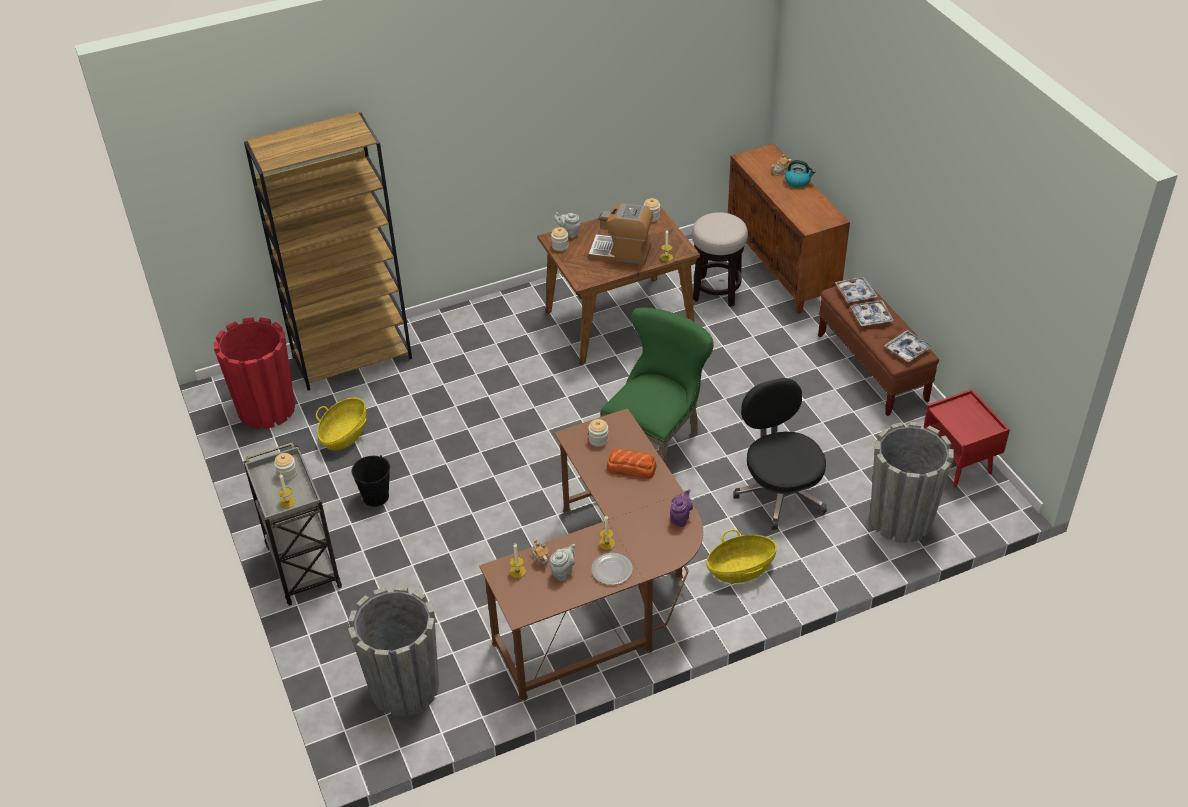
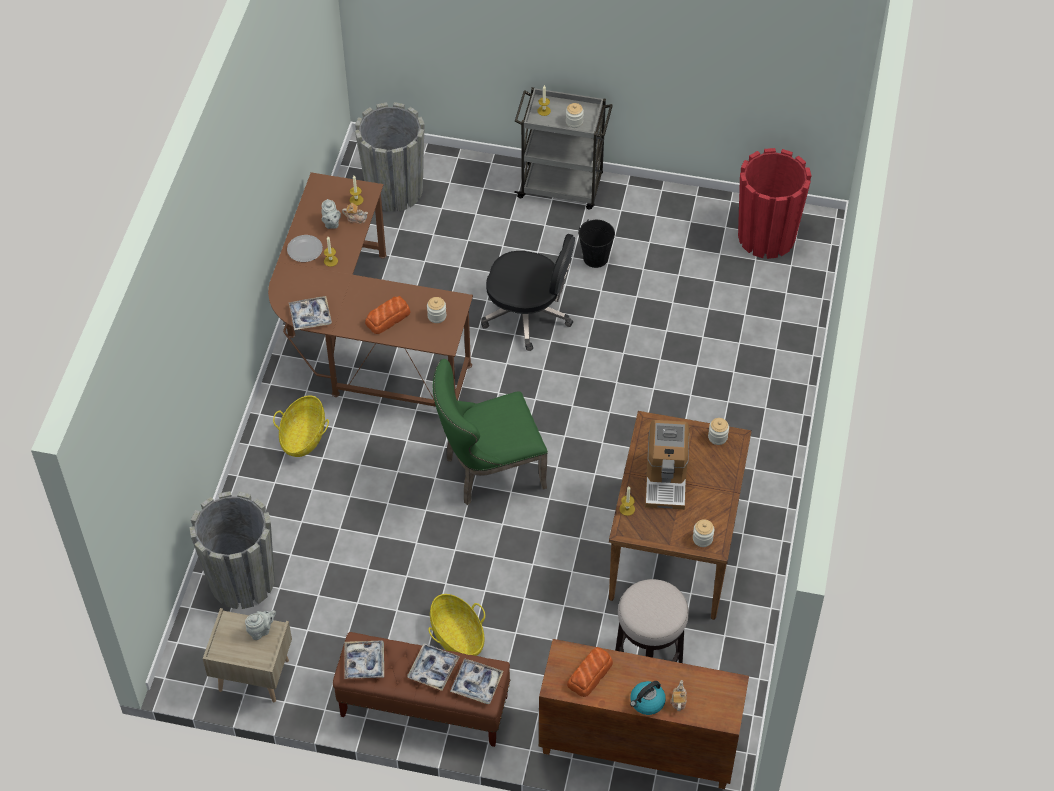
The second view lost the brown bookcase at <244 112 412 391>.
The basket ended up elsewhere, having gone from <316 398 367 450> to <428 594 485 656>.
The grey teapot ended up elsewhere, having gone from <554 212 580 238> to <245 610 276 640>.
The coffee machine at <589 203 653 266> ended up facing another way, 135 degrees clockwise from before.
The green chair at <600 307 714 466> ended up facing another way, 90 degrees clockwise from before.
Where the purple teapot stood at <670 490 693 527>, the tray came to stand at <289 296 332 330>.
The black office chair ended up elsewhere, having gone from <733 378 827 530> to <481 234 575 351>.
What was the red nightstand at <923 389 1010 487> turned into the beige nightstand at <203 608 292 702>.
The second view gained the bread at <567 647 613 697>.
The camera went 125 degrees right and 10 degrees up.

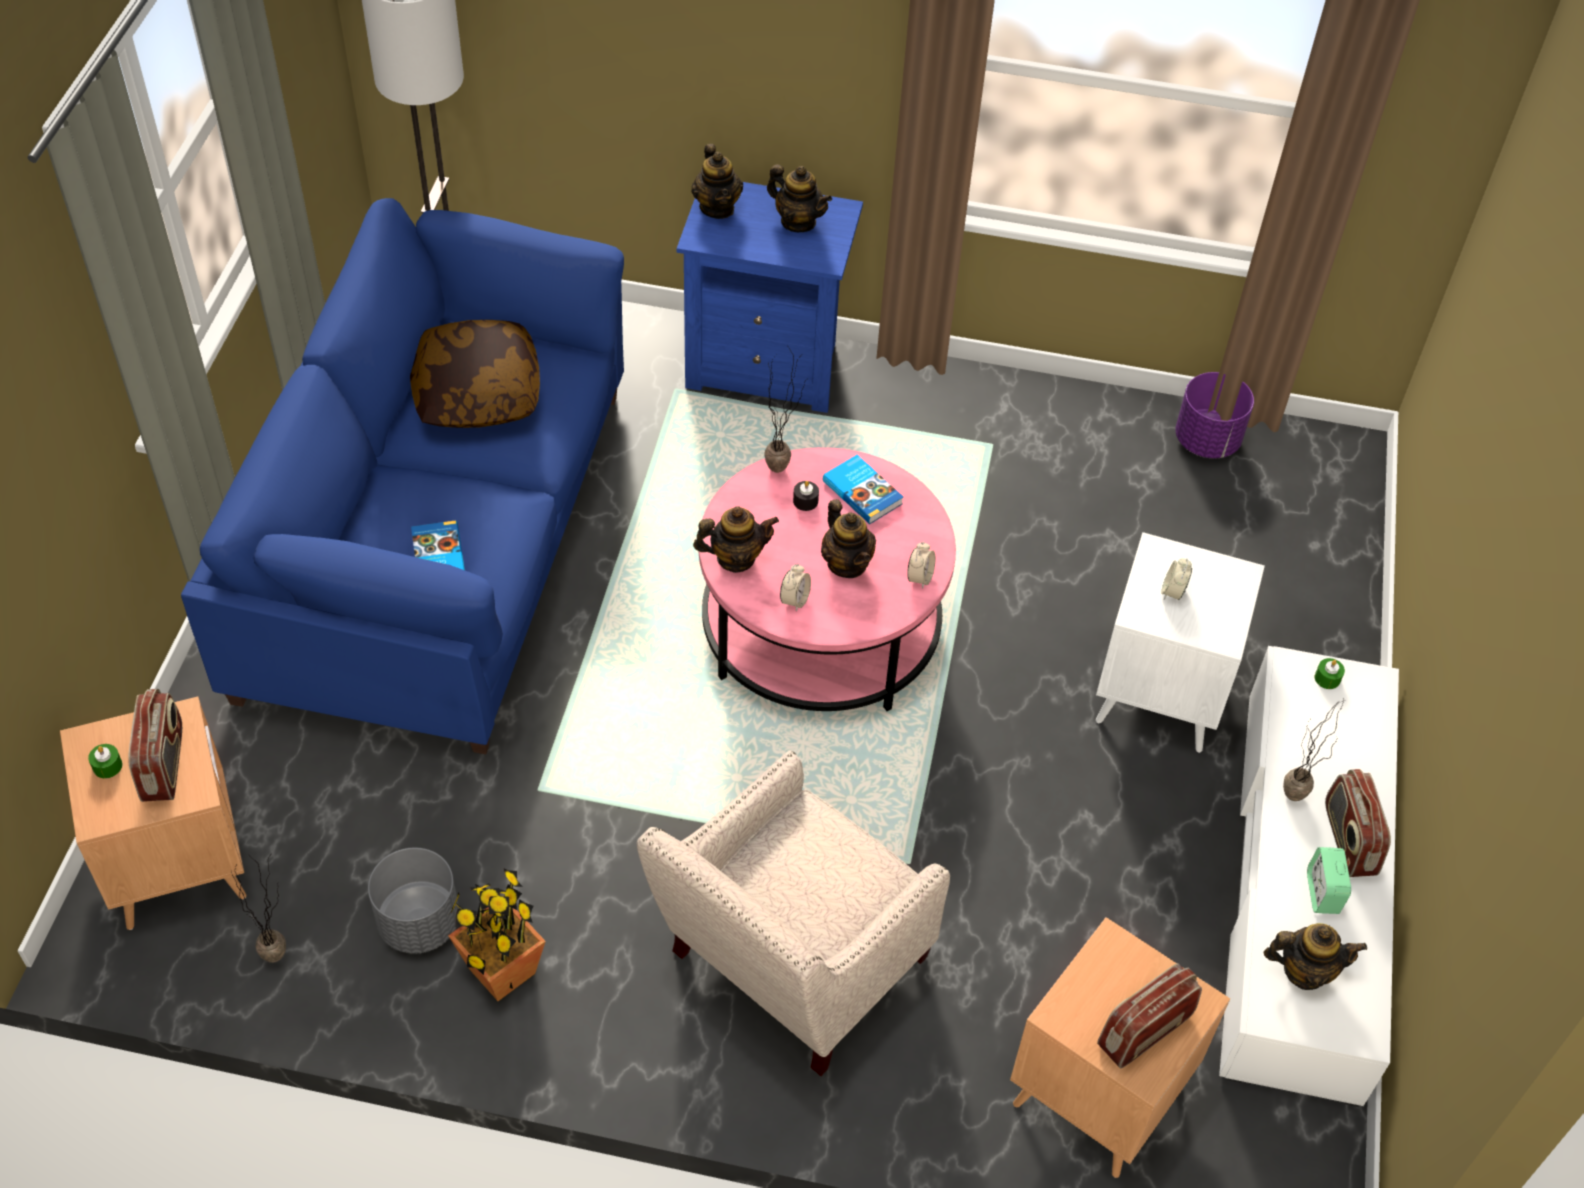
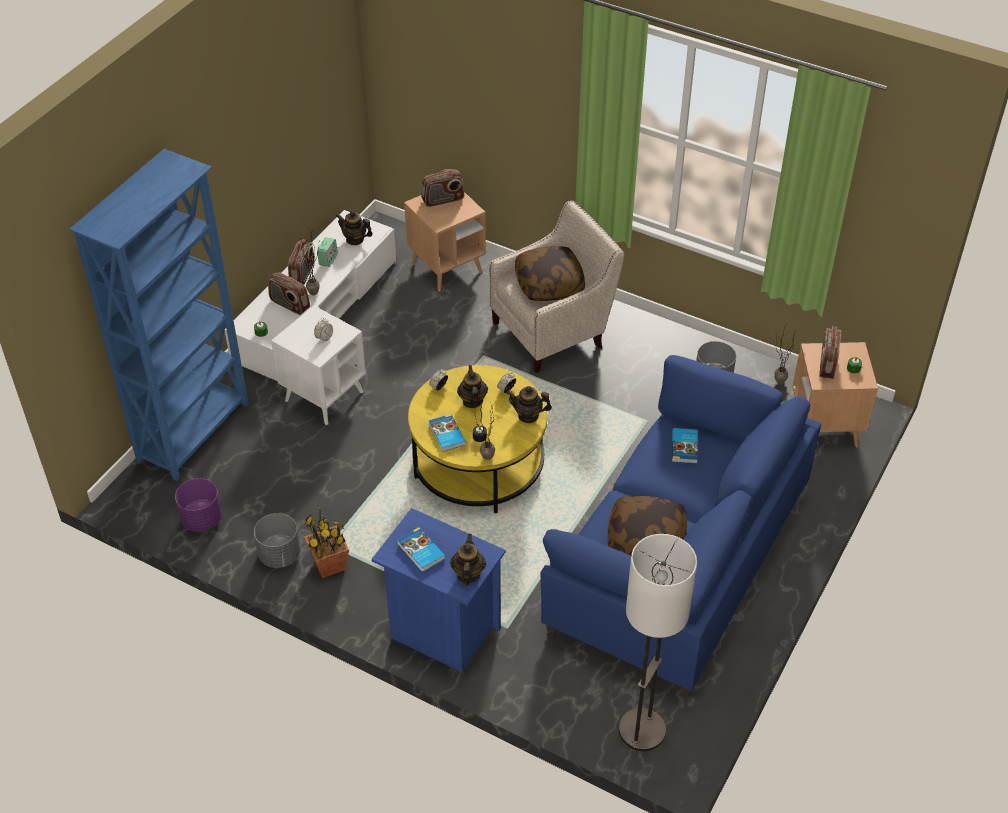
The potted plant ended up elsewhere, having gone from <448 868 546 1001> to <304 506 349 578>.
What was the pink coffee table at <699 447 956 711> turned into the yellow coffee table at <408 365 547 513>.
Where the teapot stood at <767 164 832 232>, the book came to stand at <397 527 445 572>.
The second view gained the blue bookcase at <69 149 249 481>.
The second view gained the grey planter at <254 513 300 568>.
The second view gained the radio at <268 272 310 315>.
The second view gained the pillow at <515 246 585 301>.
The camera went 160 degrees left and 5 degrees down.

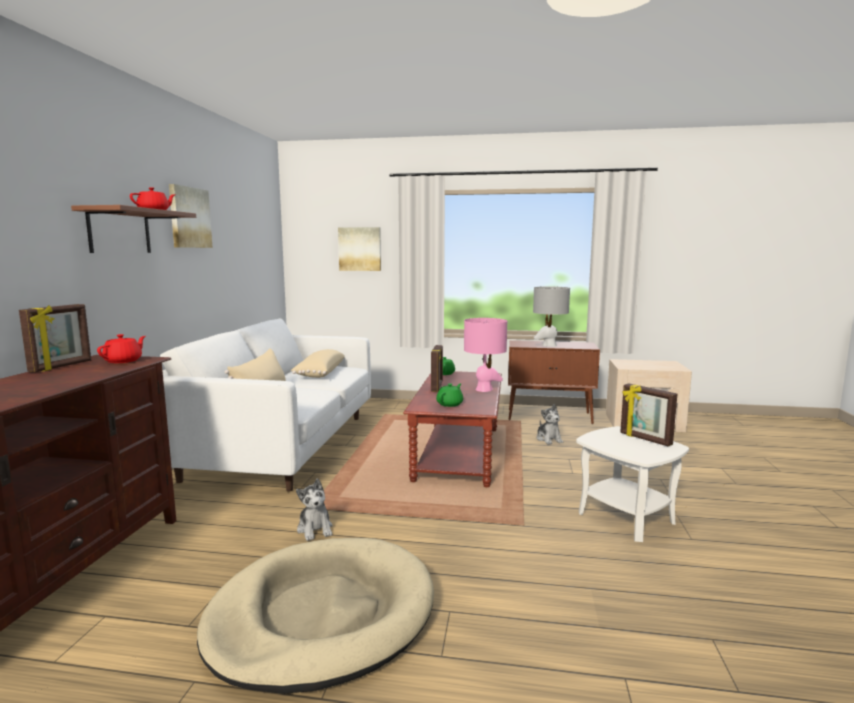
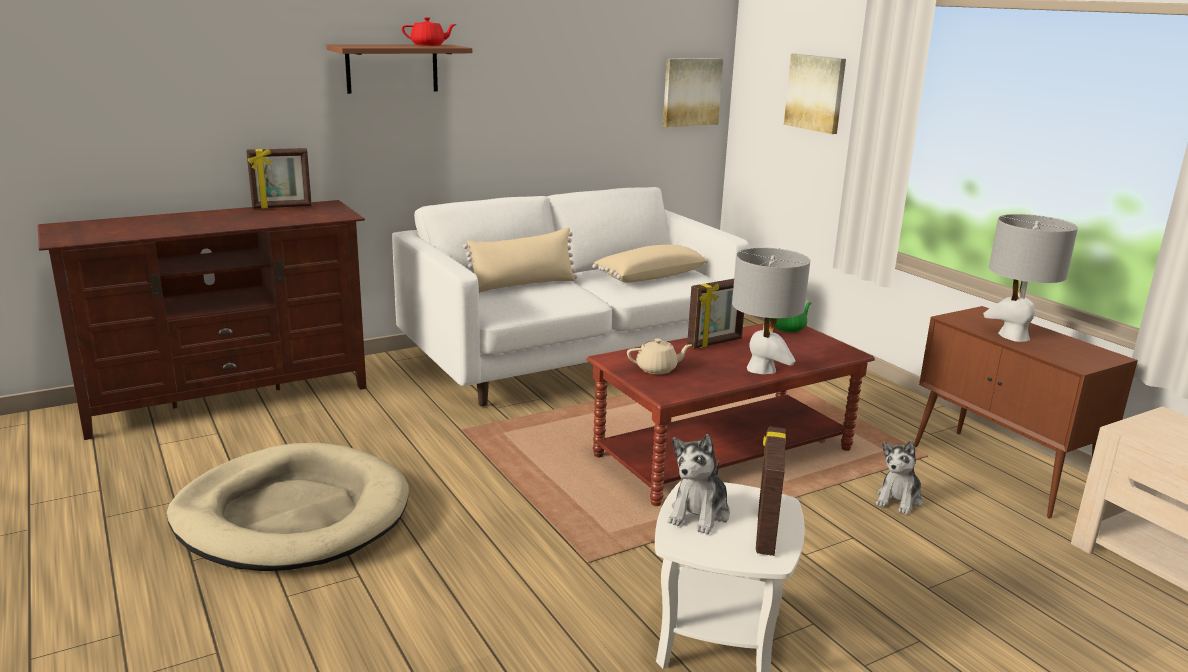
The second view lost the red teapot at <97 334 146 363>.
The picture ended up elsewhere, having gone from <169 184 213 248> to <663 58 723 127>.
The plush toy ended up elsewhere, having gone from <296 478 333 541> to <668 434 730 535>.
What was the green teapot at <436 383 463 407> turned into the beige teapot at <627 338 692 374>.
What was the pink table lamp at <464 318 507 392> turned into the grey table lamp at <732 248 810 374>.
The camera went 50 degrees right and 10 degrees up.

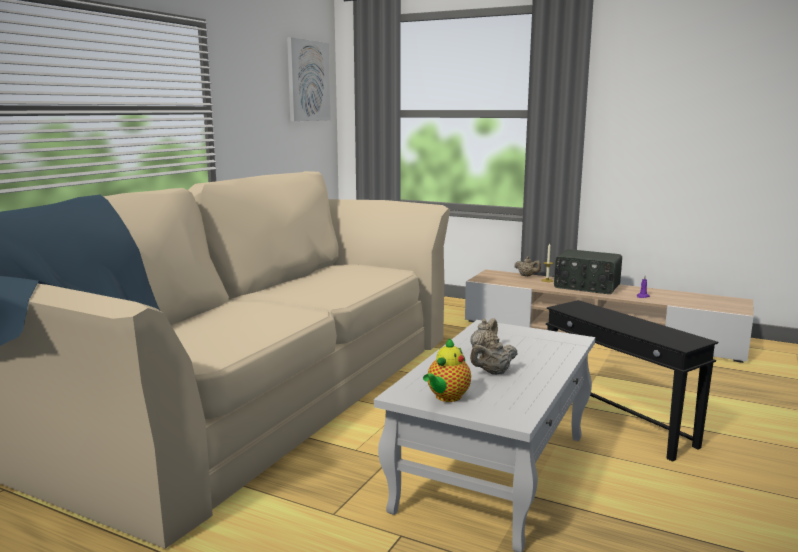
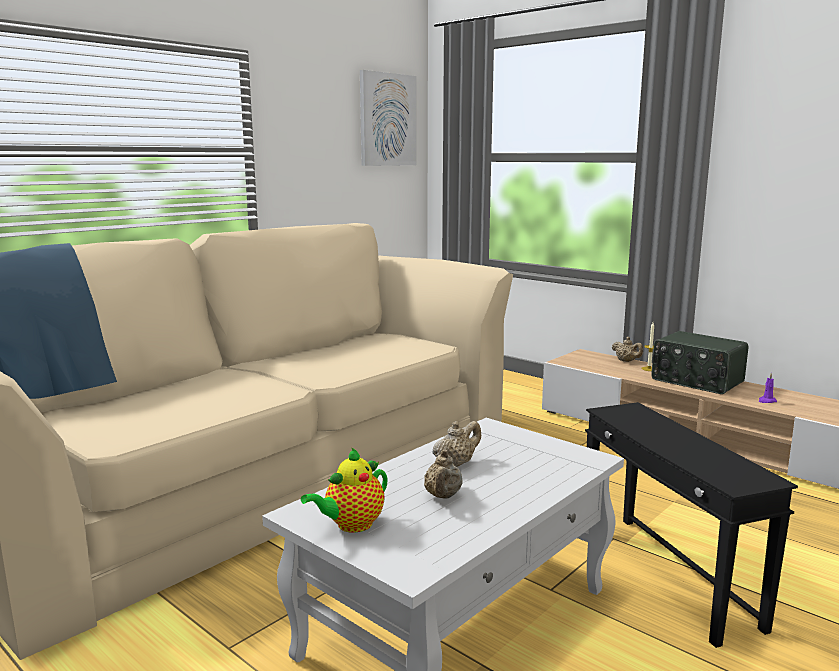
The beige teapot at <470 338 517 375> ended up facing another way, 75 degrees counterclockwise from before.
The camera went 15 degrees right and 0 degrees up.

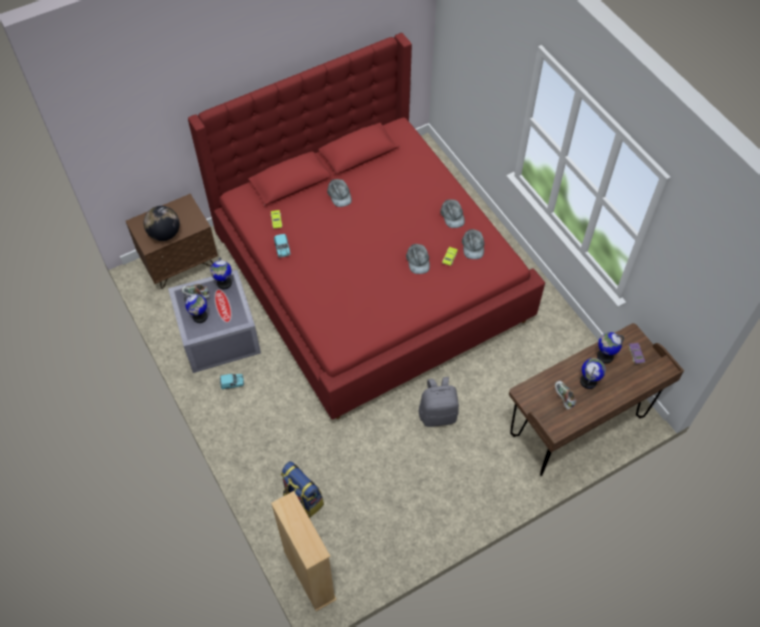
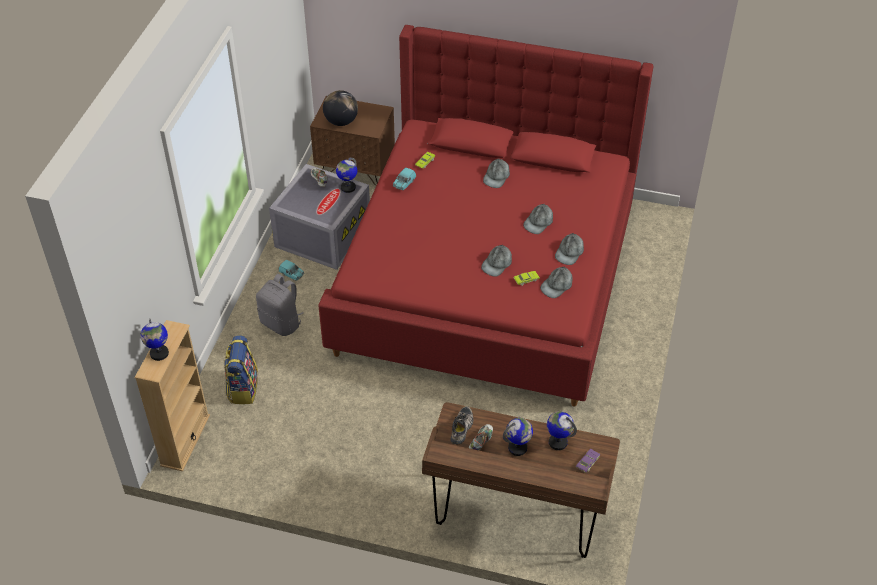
The globe ended up elsewhere, having gone from <184 294 208 323> to <141 319 169 361>.
The grey backpack ended up elsewhere, having gone from <419 377 459 427> to <256 274 304 336>.
The second view gained the shoe at <451 406 473 444>.
The second view gained the grey cap at <523 204 553 234>.
The camera went 45 degrees right and 10 degrees down.

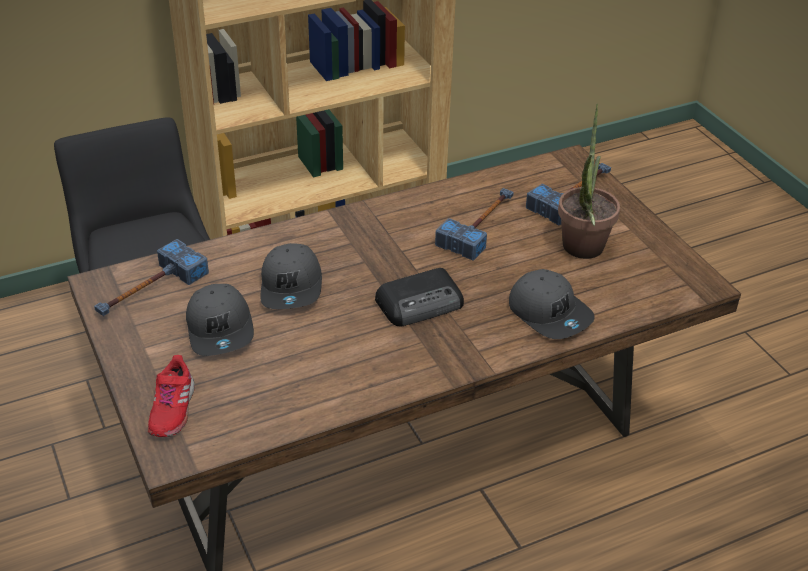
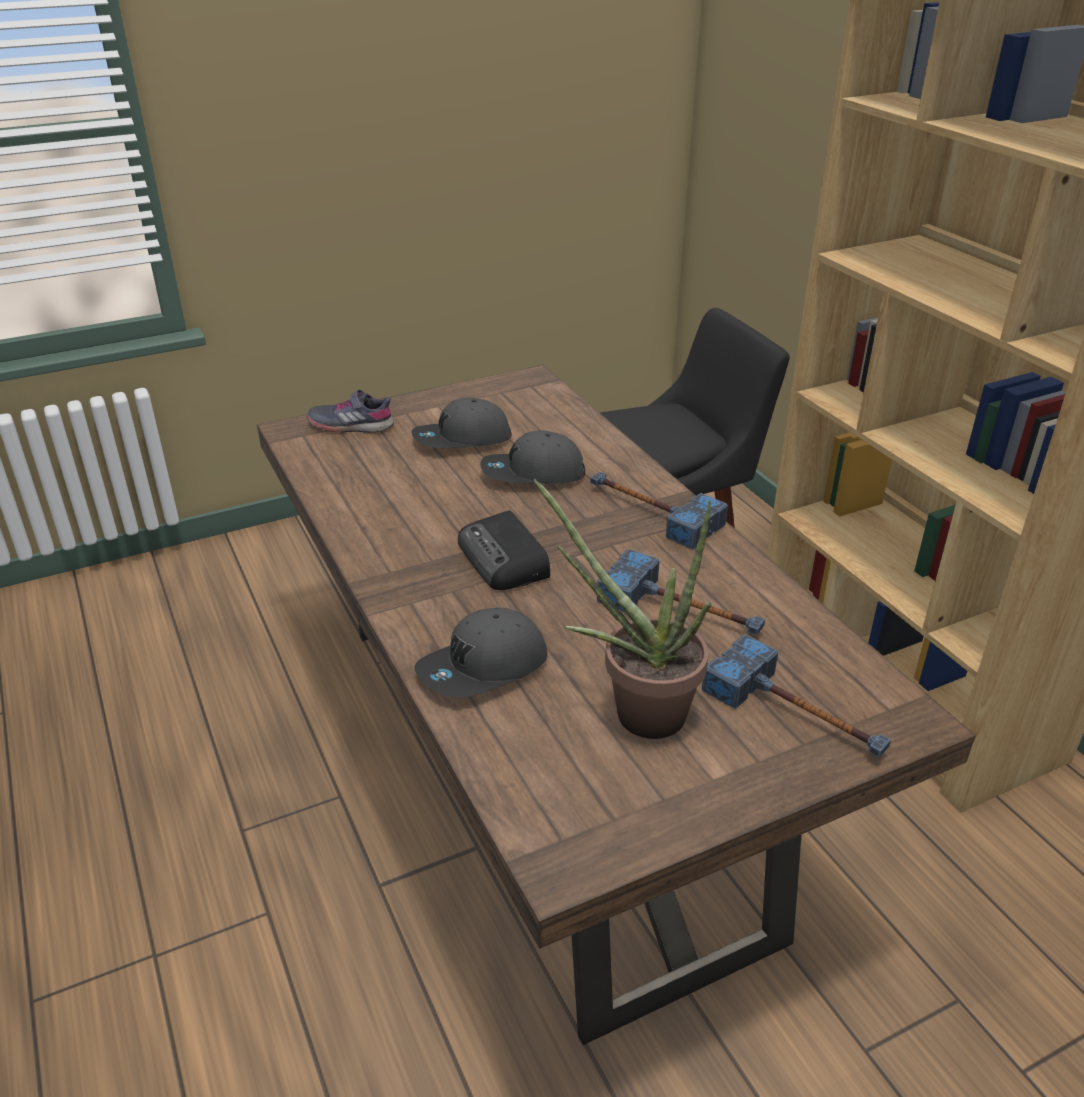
The hammer ended up elsewhere, having gone from <94 239 209 316> to <590 472 728 550>.
What was the red shoe at <148 355 195 437> turned into the grey shoe at <307 390 394 433>.
The camera went 90 degrees right and 5 degrees down.

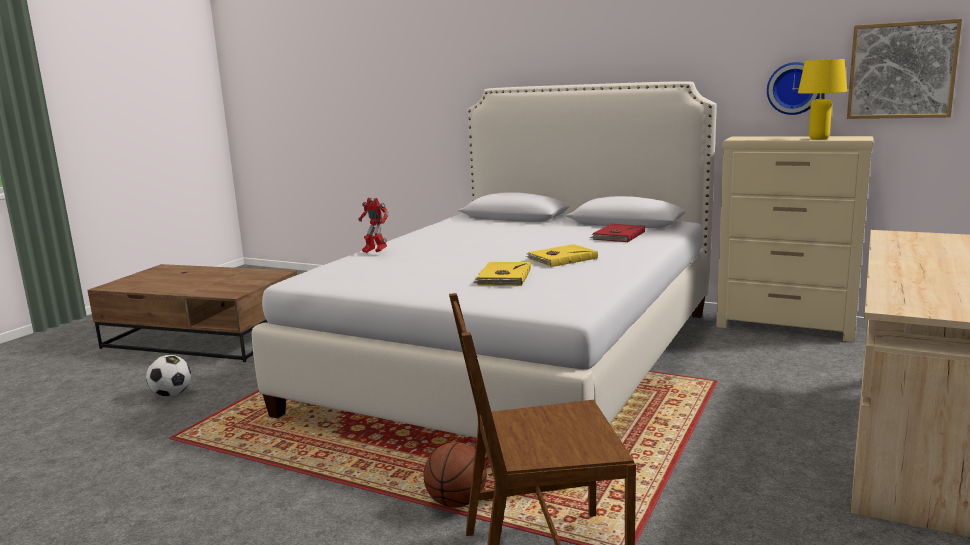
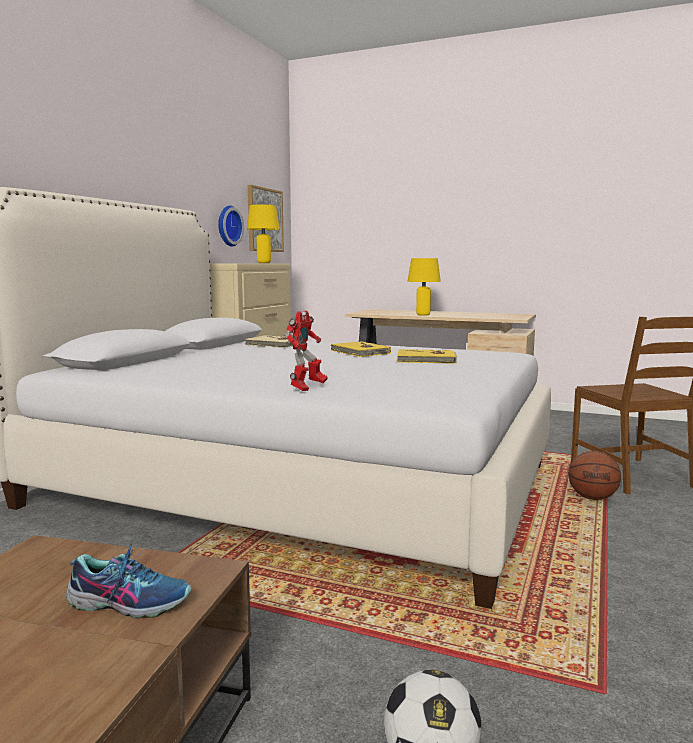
What was the red book at <590 224 645 242> turned into the beige book at <245 335 293 348>.
The second view gained the shoe at <66 541 192 618>.
The second view gained the yellow table lamp at <407 258 441 316>.
The camera went 95 degrees left and 5 degrees down.

